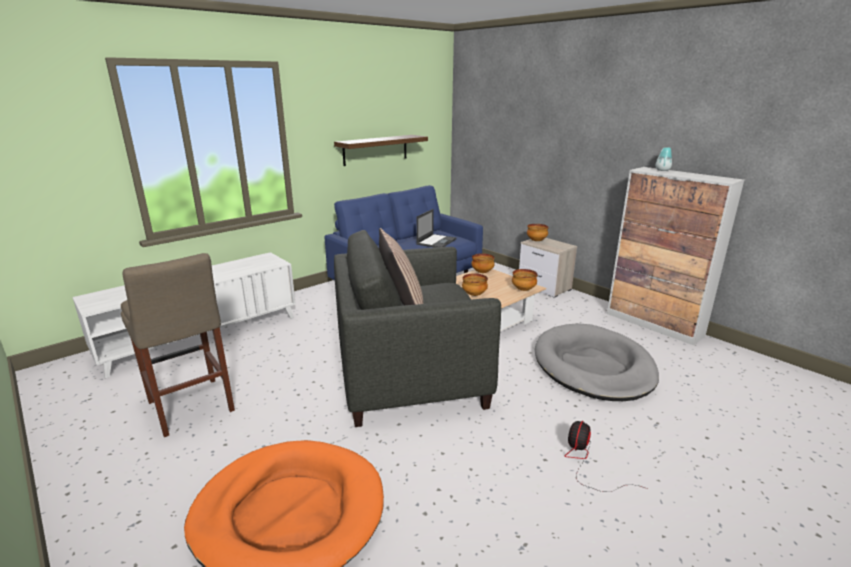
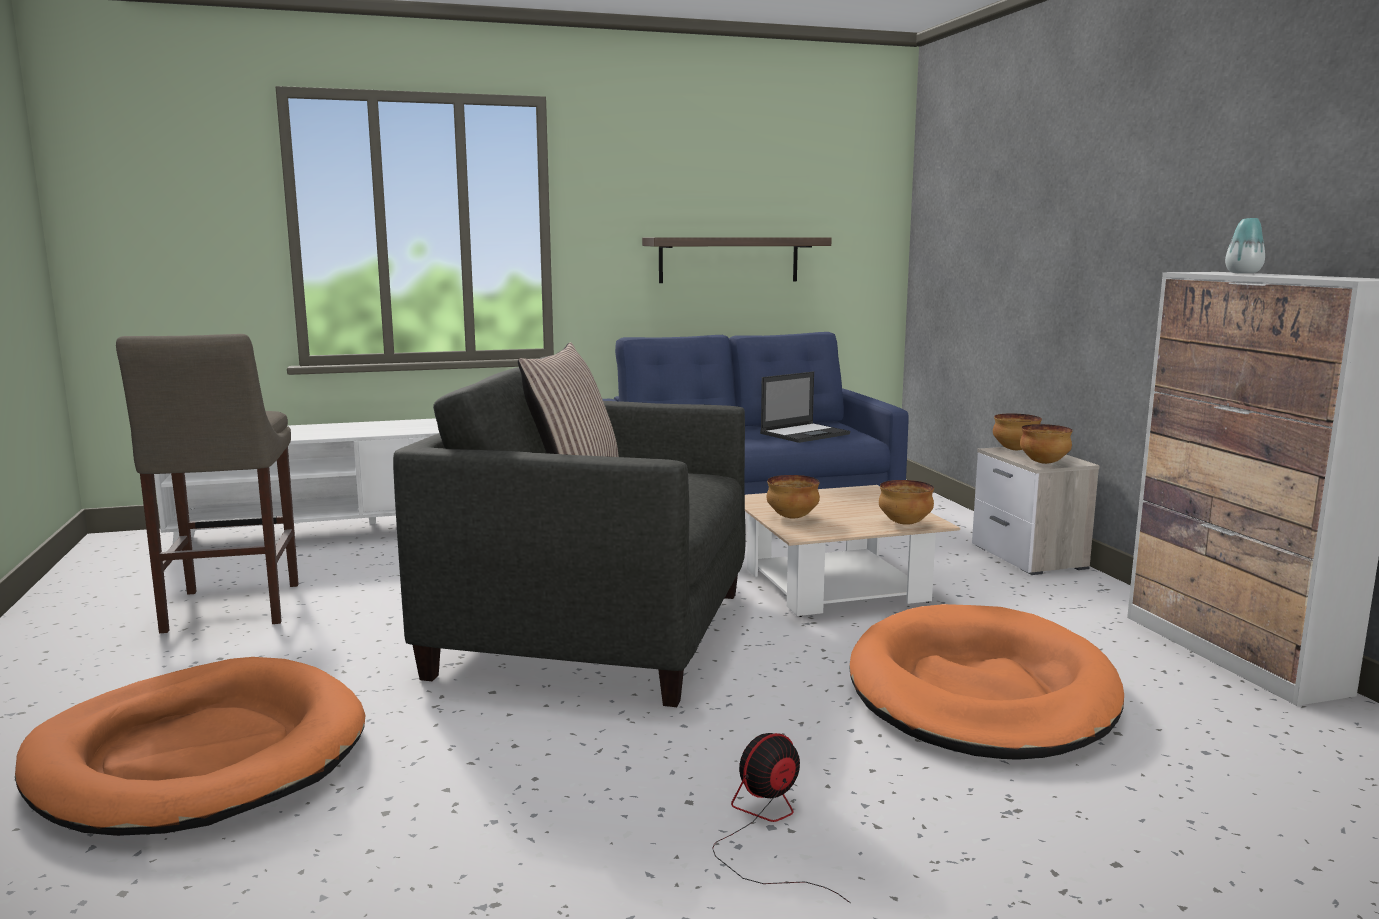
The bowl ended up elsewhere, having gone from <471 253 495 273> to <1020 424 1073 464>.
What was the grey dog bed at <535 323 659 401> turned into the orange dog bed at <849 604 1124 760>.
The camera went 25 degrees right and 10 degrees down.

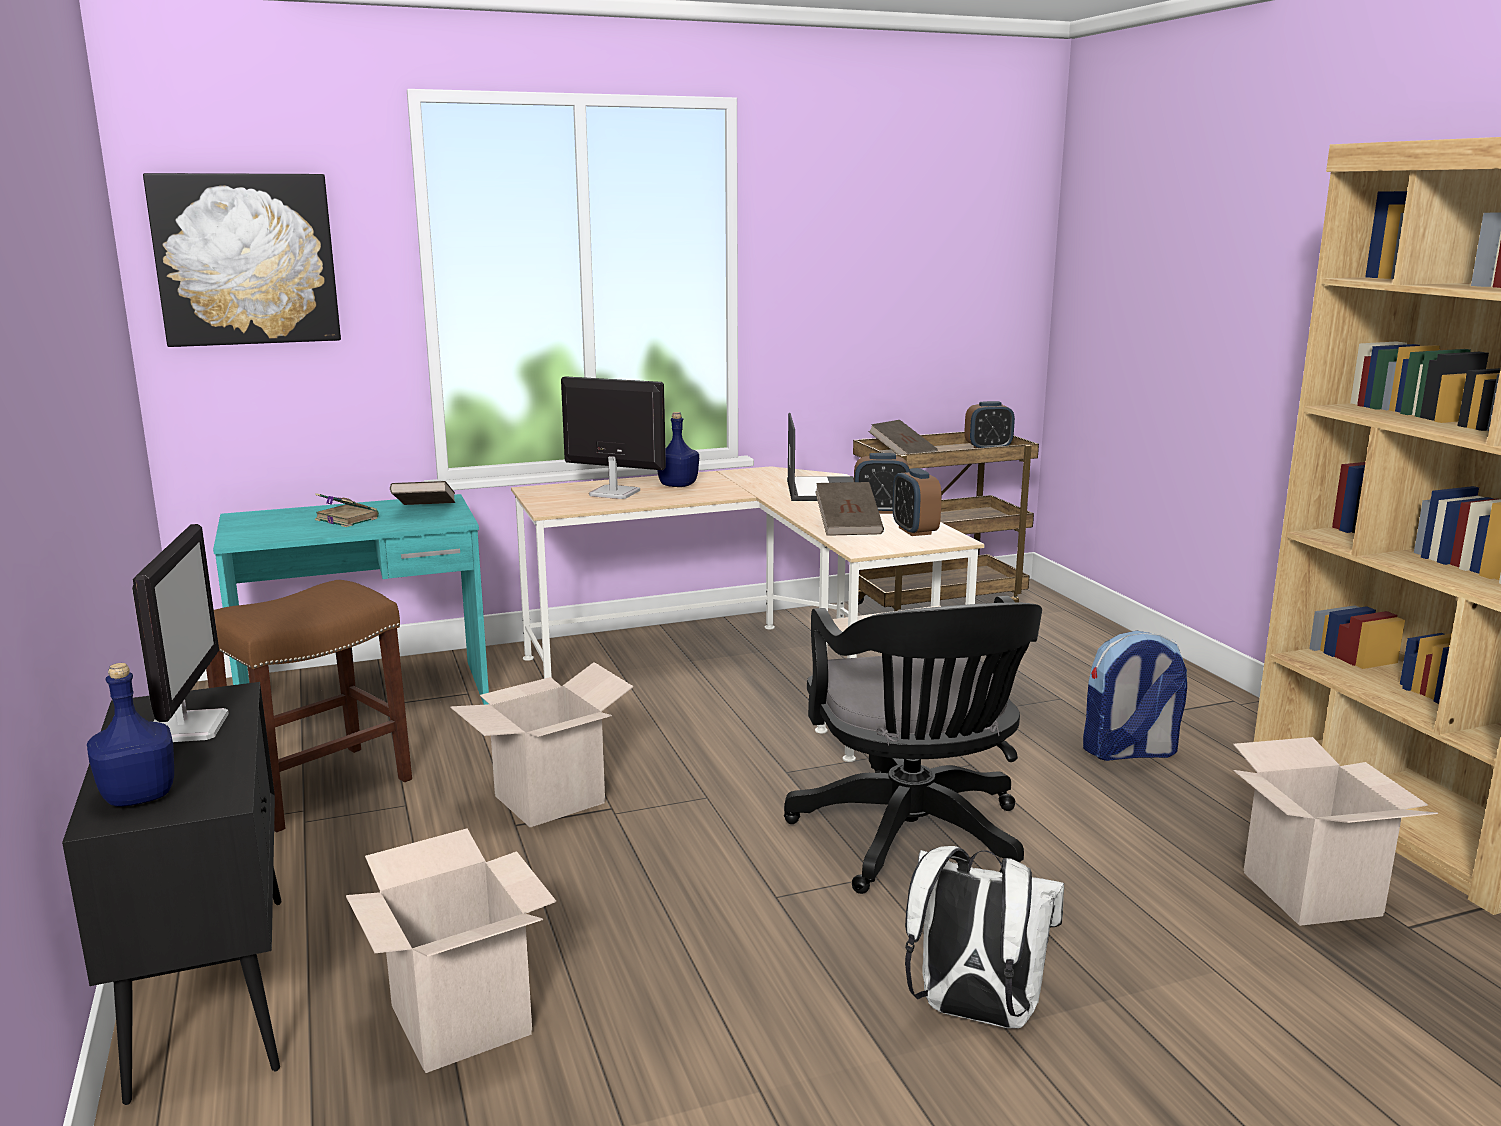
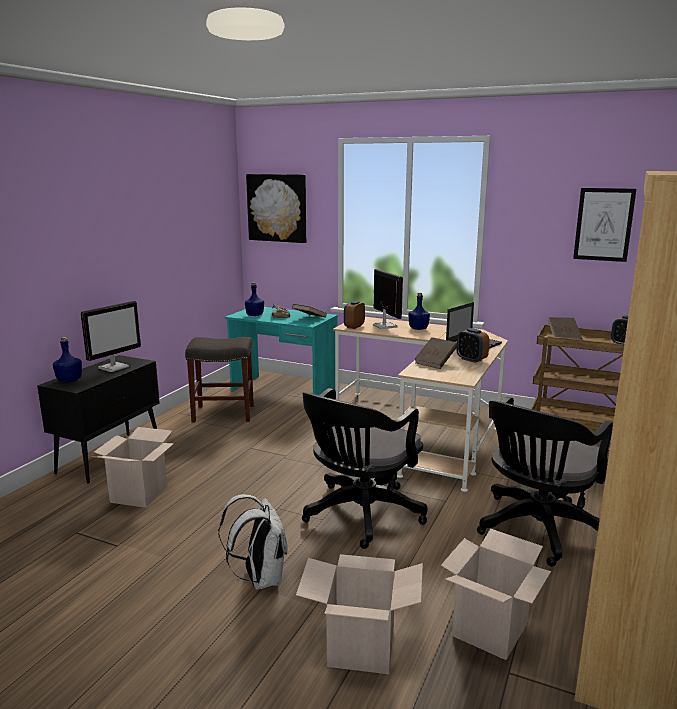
What was the brown stool at <206 580 412 832> turned into the grey stool at <185 337 254 423>.
The cardboard box ended up elsewhere, having gone from <450 662 633 827> to <296 554 423 674>.
The alarm clock ended up elsewhere, having gone from <893 468 942 536> to <344 301 365 329>.
Where the backpack stood at <1083 631 1187 761>, the black office chair came to stand at <477 397 613 567>.
The second view gained the blue bottle at <245 282 264 316>.
The second view gained the picture at <573 188 636 262>.
The camera went 45 degrees right and 0 degrees up.

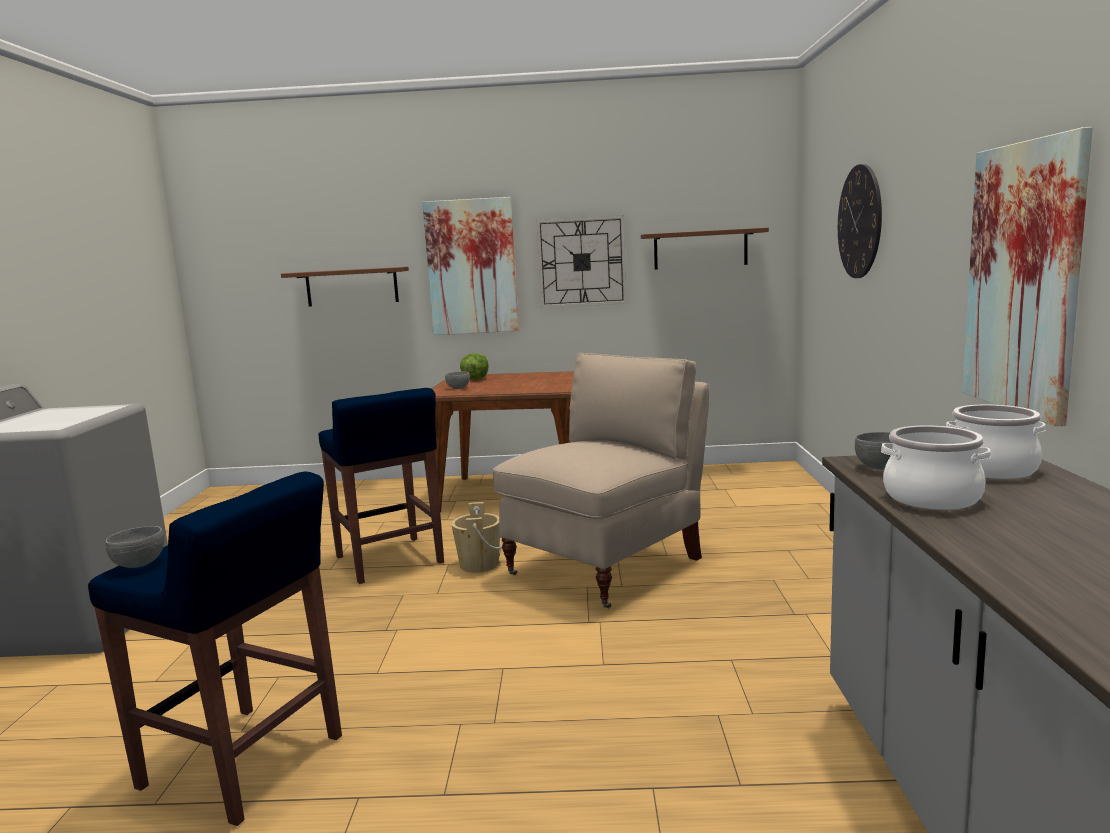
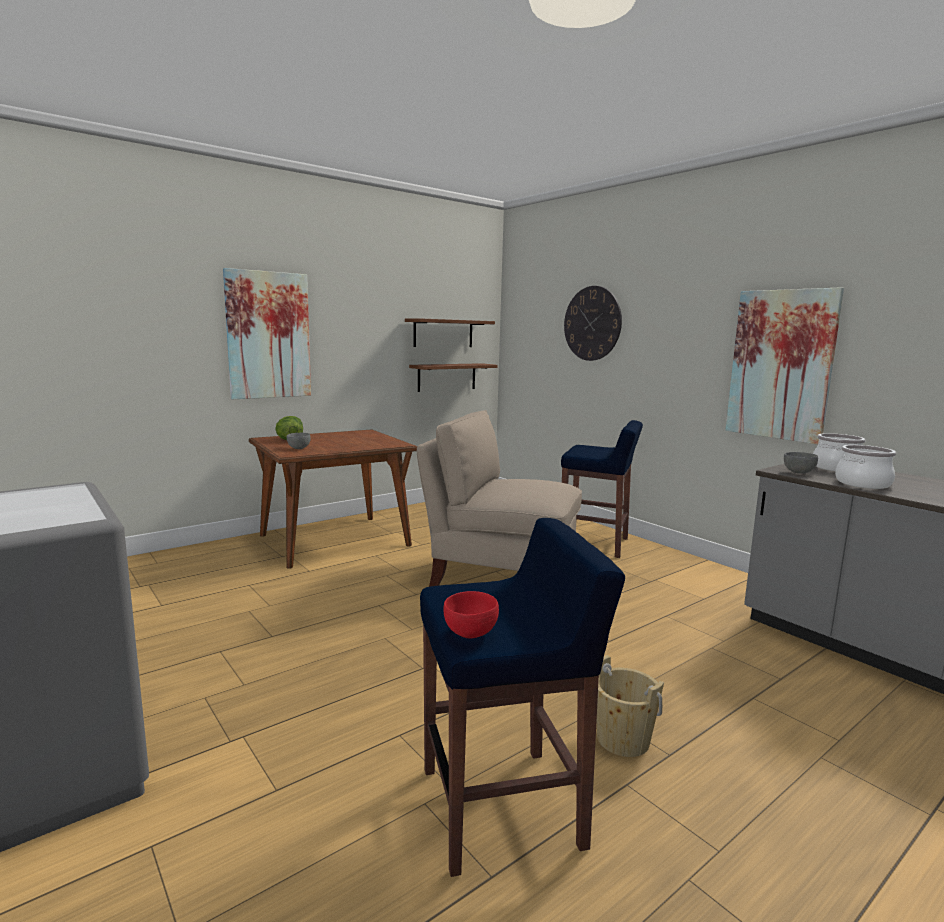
What was the grey bowl at <105 526 164 568> turned into the red bowl at <443 591 499 639>.
The brown shelf ended up elsewhere, having gone from <281 267 409 306> to <409 363 498 392>.
The blue stool ended up elsewhere, having gone from <318 388 444 584> to <561 420 643 558>.
The beige bucket ended up elsewhere, having gone from <451 502 502 573> to <597 655 664 757>.
The beige chair at <493 353 710 608> ended up facing another way, 75 degrees counterclockwise from before.
The second view lost the wall clock at <536 215 627 308>.
The camera went 40 degrees left and 0 degrees up.

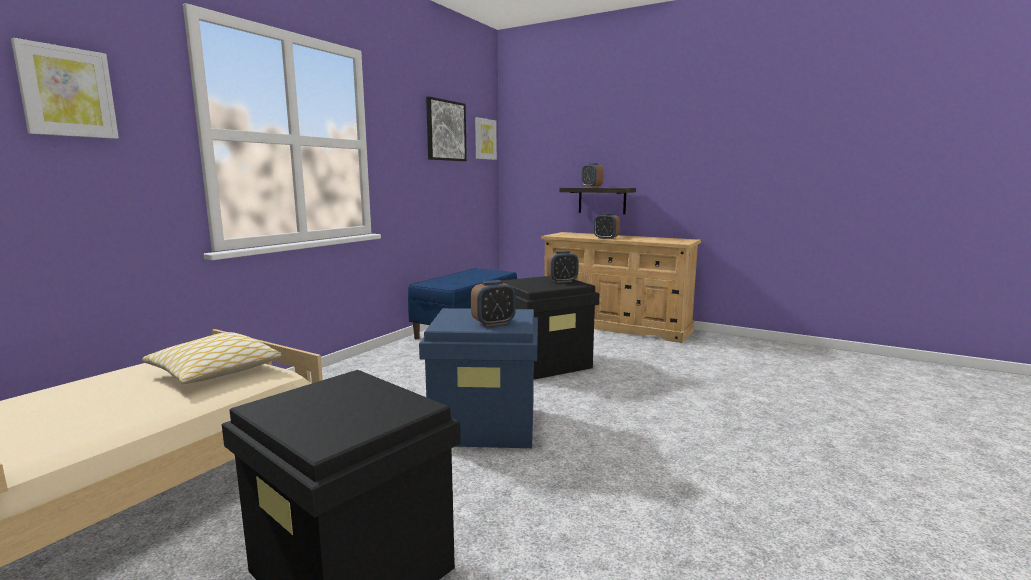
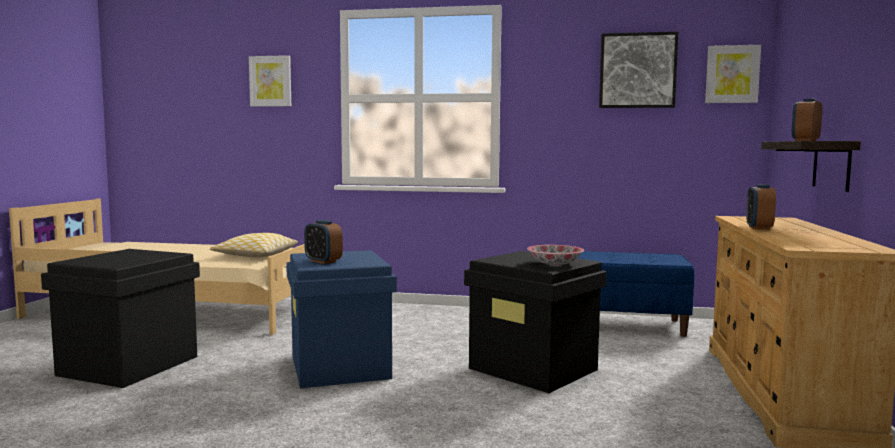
Where the alarm clock stood at <547 251 579 283>, the bowl came to stand at <527 245 584 265>.
The camera went 70 degrees right and 5 degrees down.

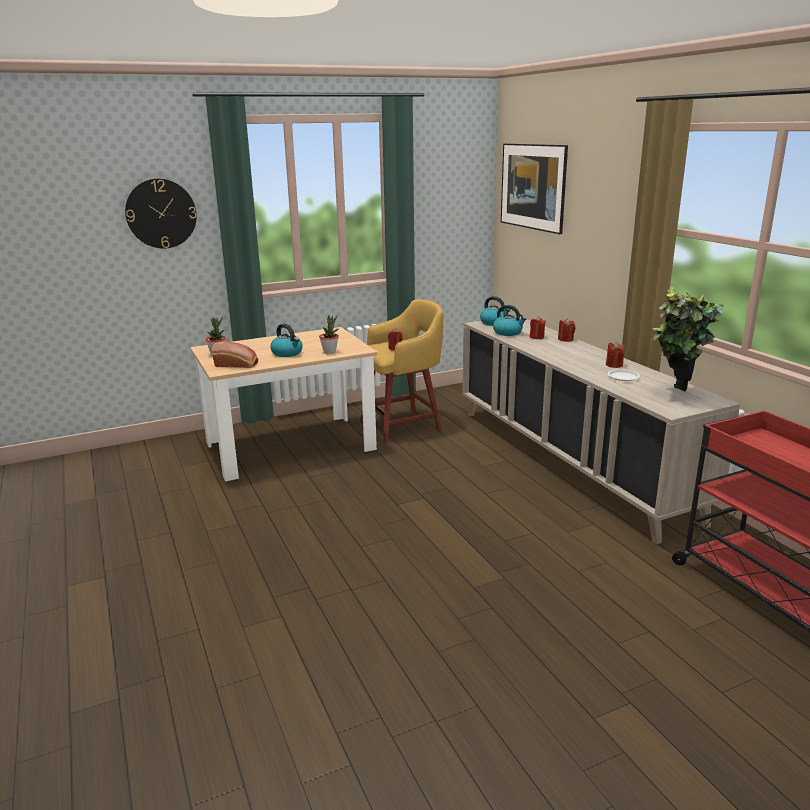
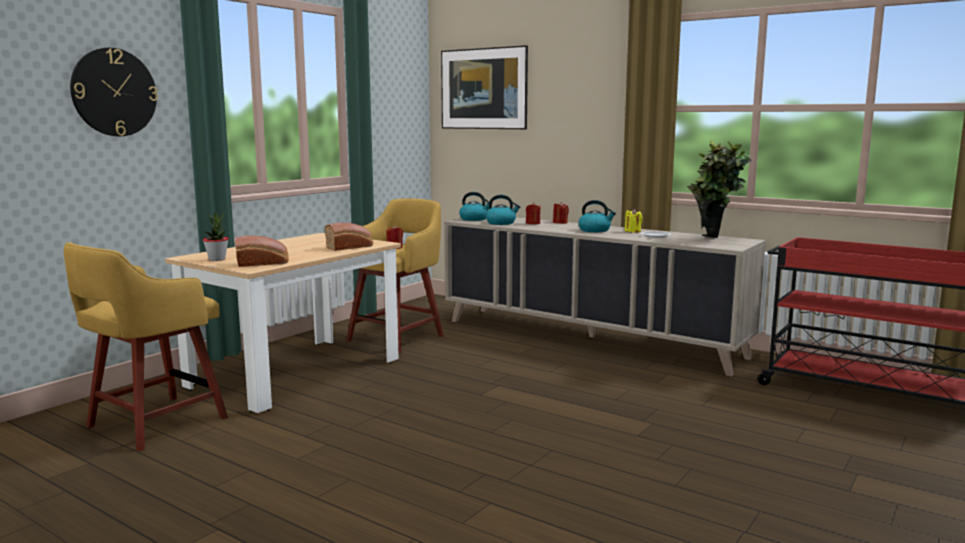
The kettle ended up elsewhere, having gone from <270 324 303 357> to <578 200 616 232>.
Where the potted plant stood at <319 315 339 354>, the bread came to stand at <325 222 373 251>.
What was the red candle at <606 342 625 368> turned into the yellow candle at <625 209 643 233>.
The second view gained the yellow stool at <64 242 228 451>.
The camera went 30 degrees left and 10 degrees down.

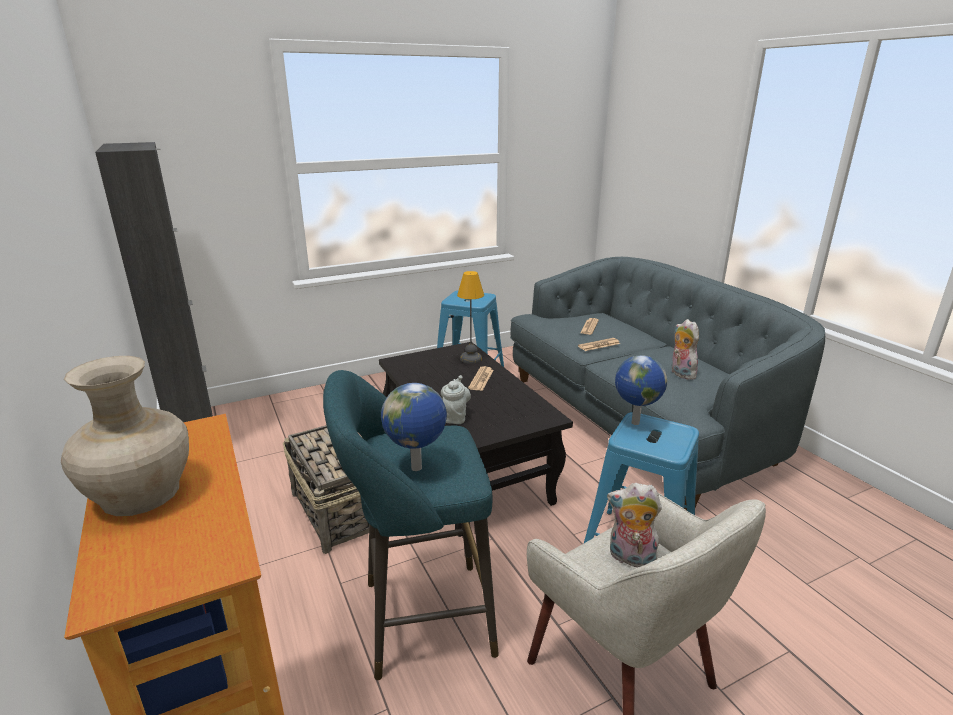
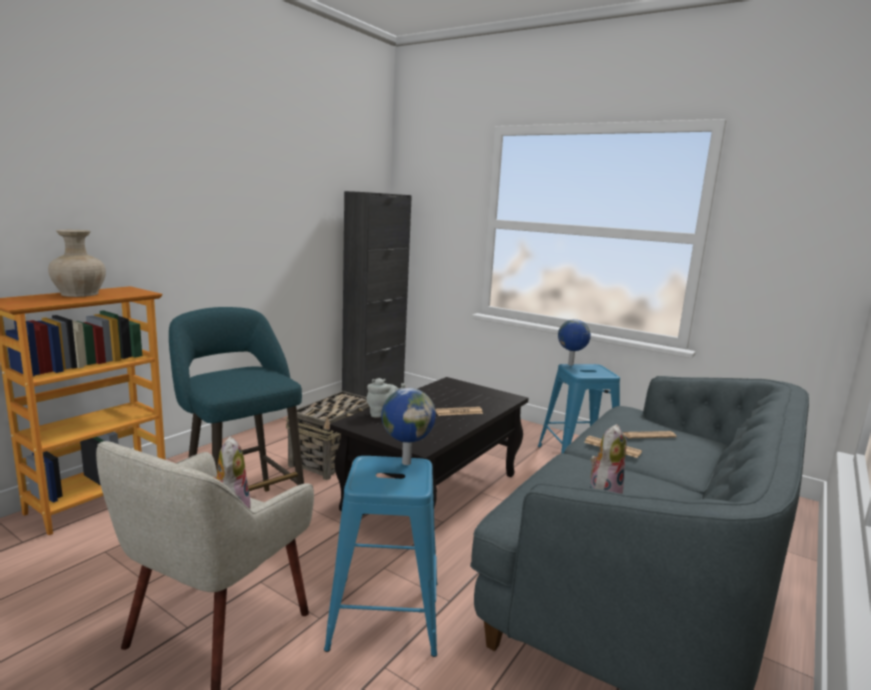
The globe ended up elsewhere, having gone from <381 383 447 471> to <558 319 591 366>.
The second view lost the table lamp at <457 271 484 364>.
The camera went 60 degrees right and 10 degrees down.

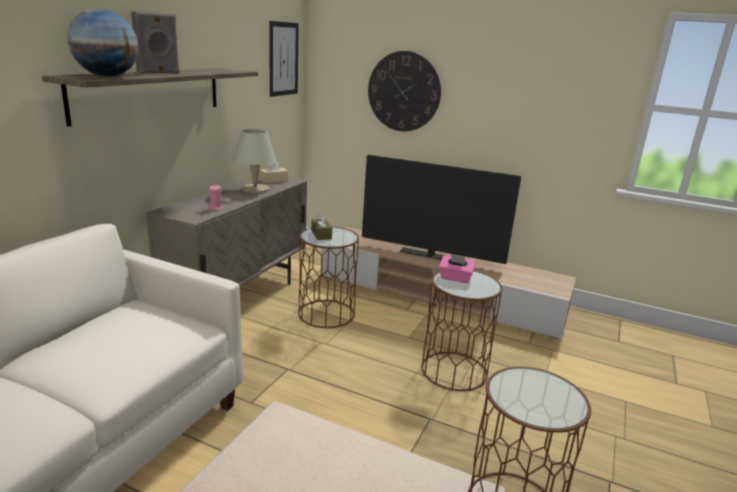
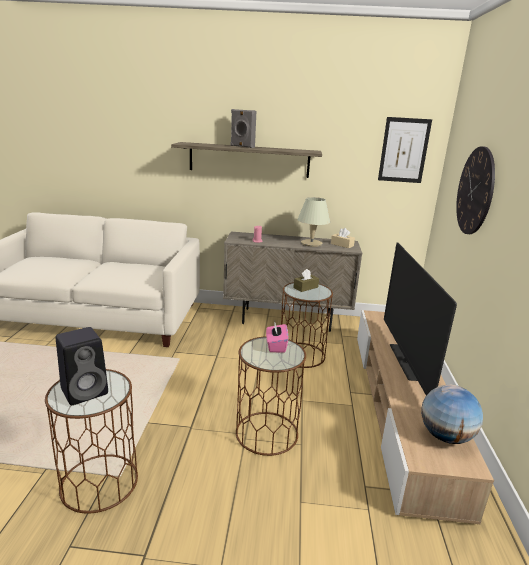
The globe ended up elsewhere, having gone from <68 8 139 77> to <421 385 483 444>.
The second view gained the black speaker at <56 327 108 405>.
The camera went 70 degrees right and 0 degrees up.

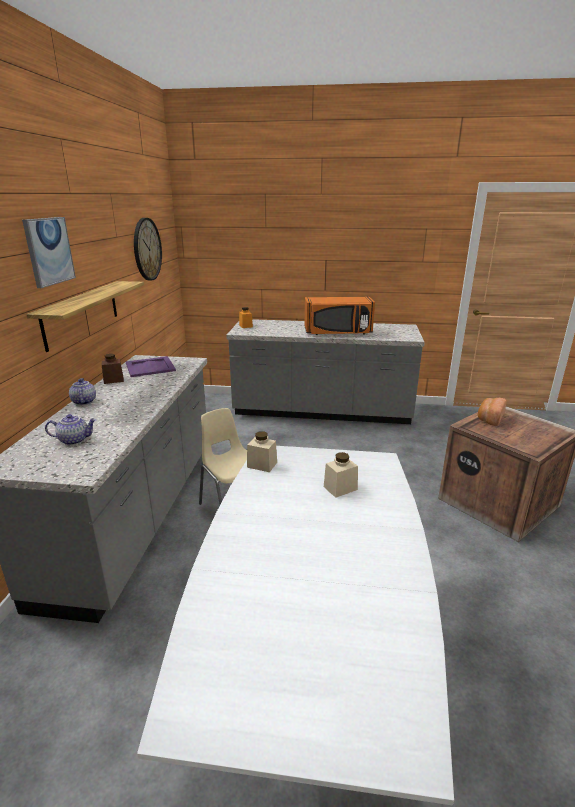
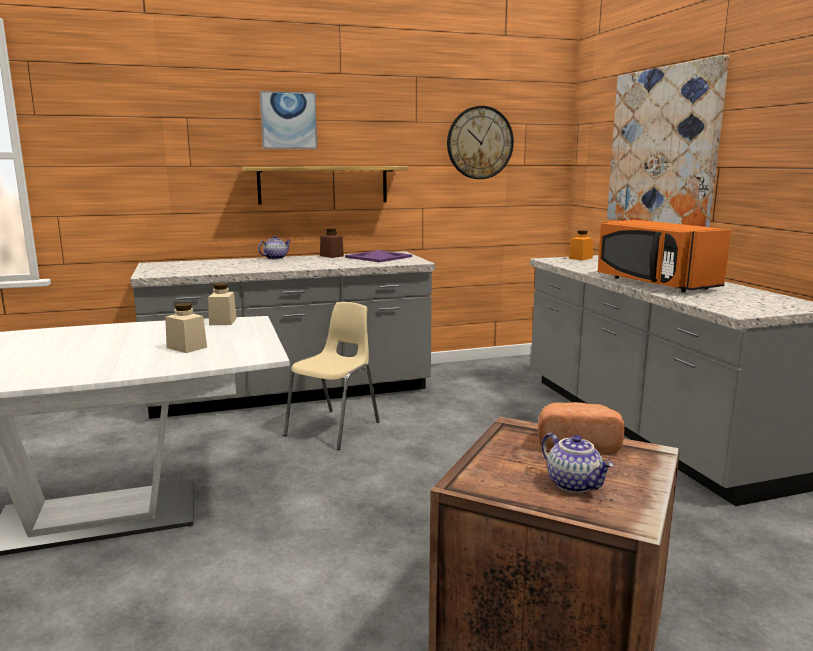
The teapot ended up elsewhere, having gone from <45 414 96 445> to <542 433 614 493>.
The second view gained the picture at <607 55 729 227>.
The camera went 65 degrees right and 10 degrees down.

